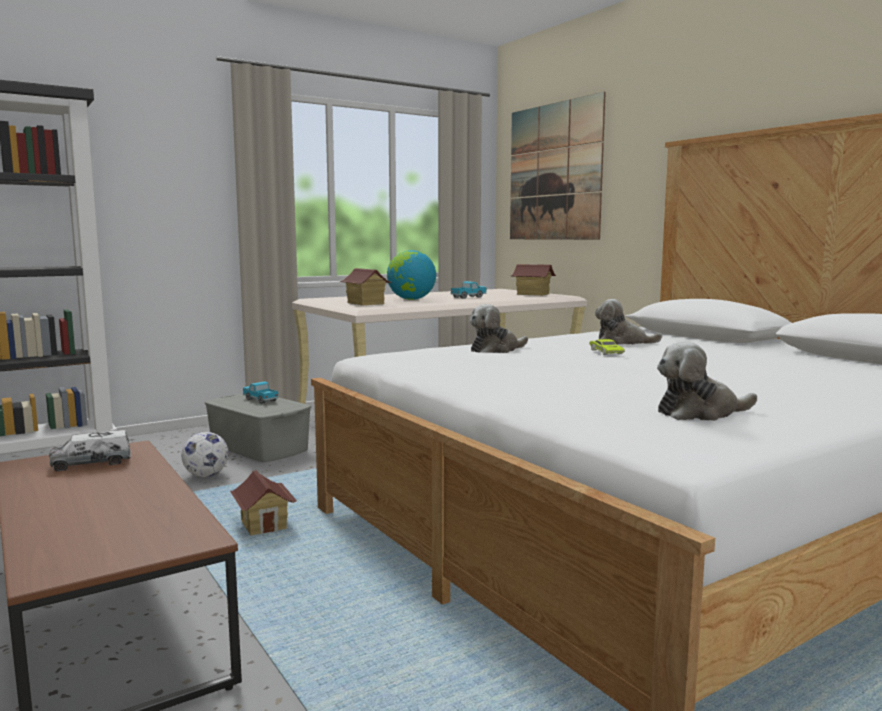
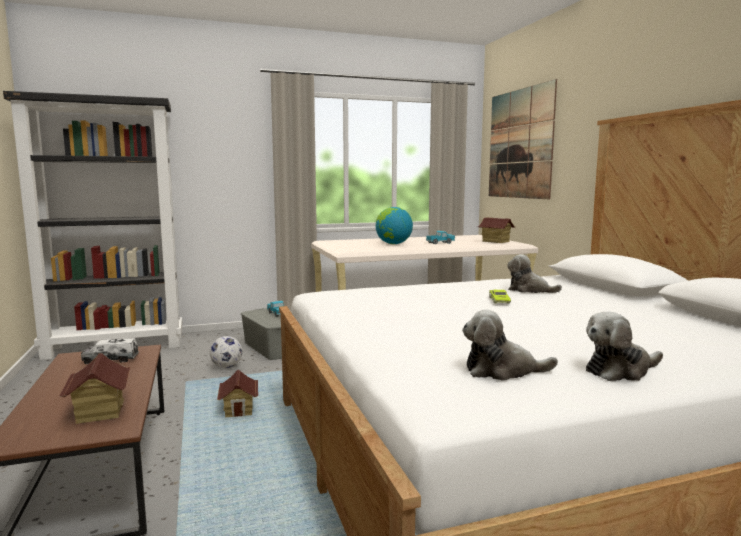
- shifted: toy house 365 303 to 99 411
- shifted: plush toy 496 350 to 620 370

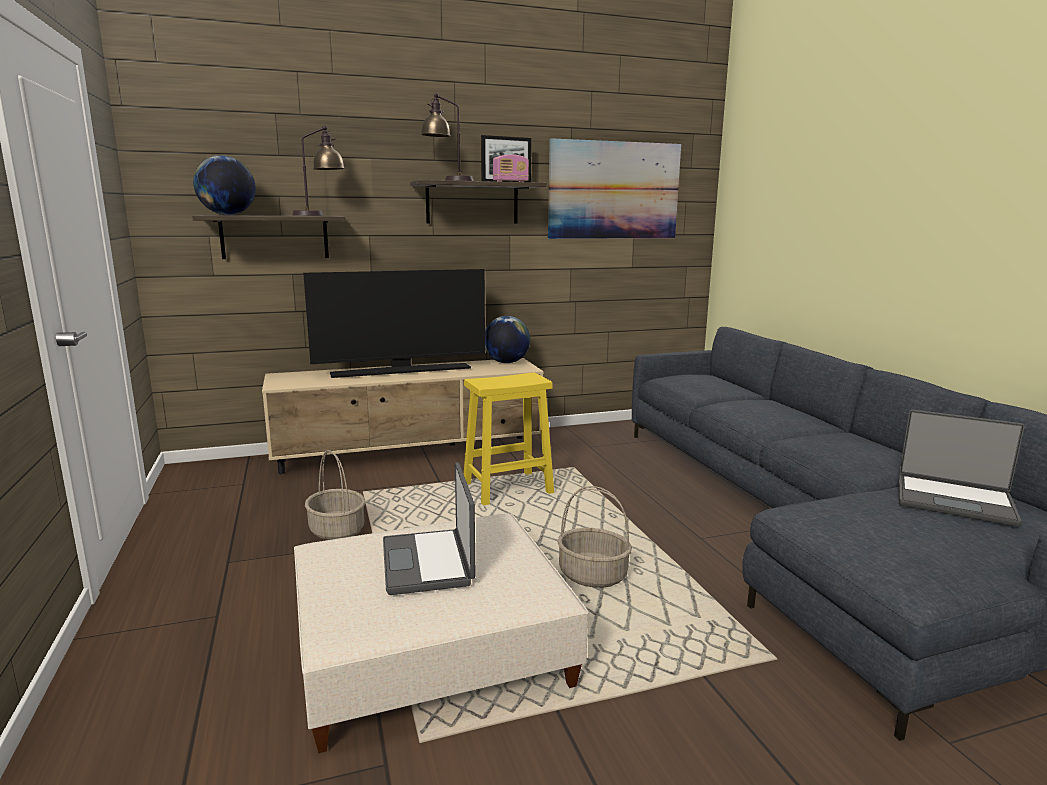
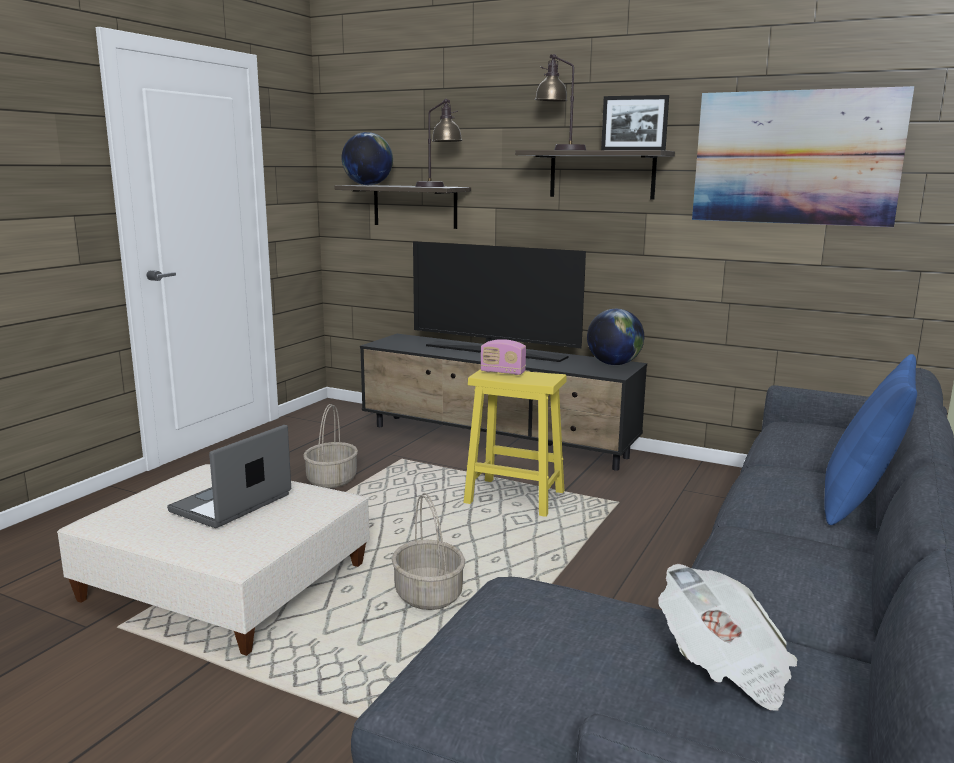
- repainted: tv stand (beige) 411 454 to tv stand (black) 497 442
- shifted: radio 510 181 to 503 372
- swapped: laptop 954 501 to newspaper 725 666
- new: pillow (blue) 859 501

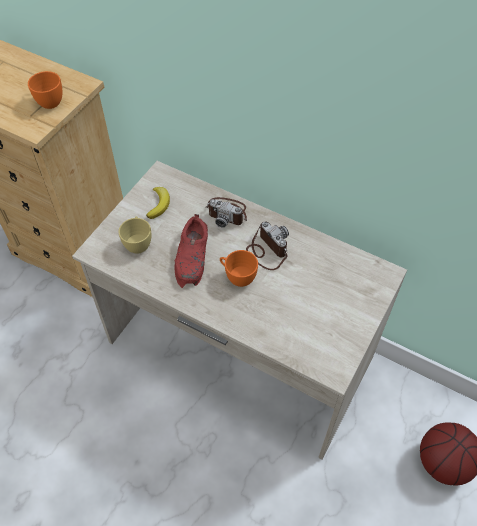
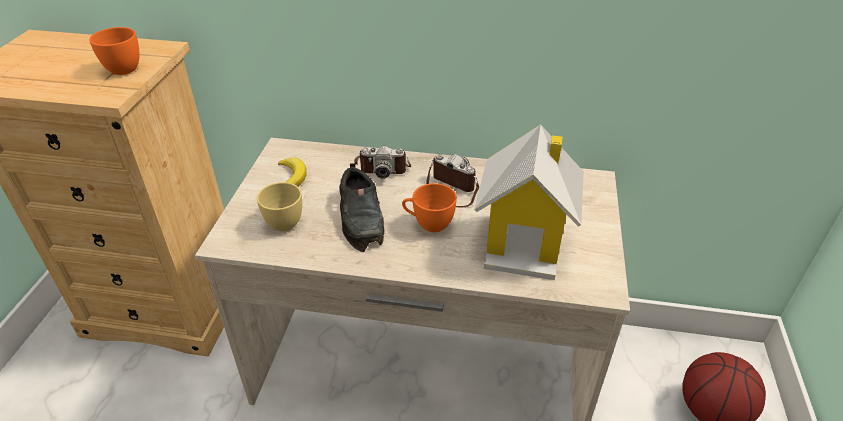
- repainted: shoe (red) 193 257 to shoe (black) 361 217
- new: toy house 524 242

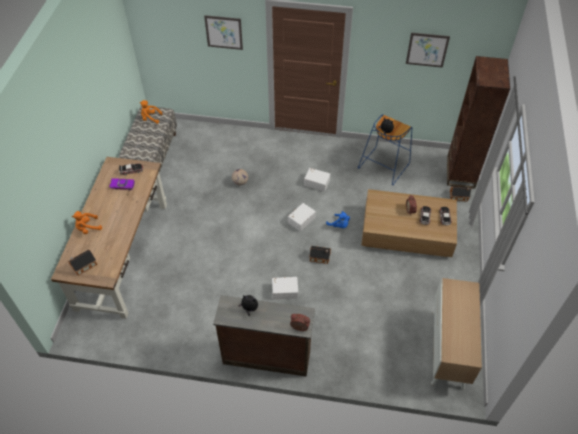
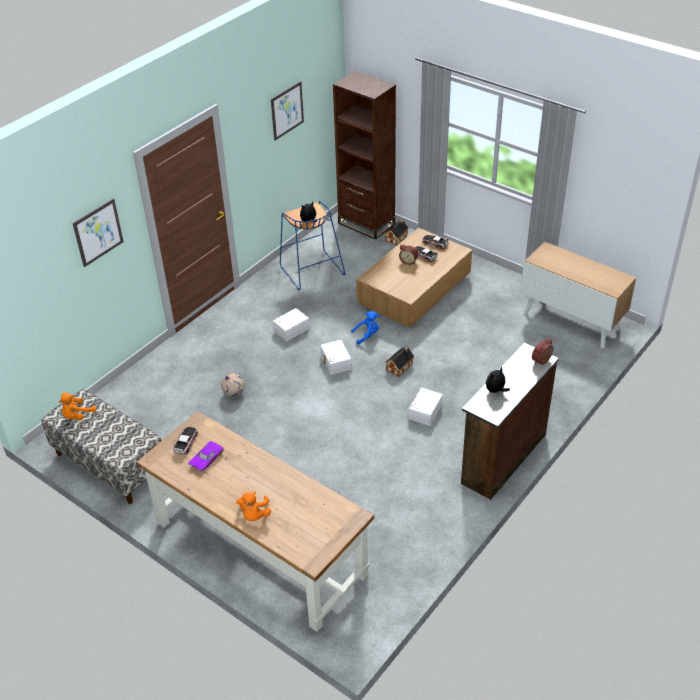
- gone: toy house 83 266

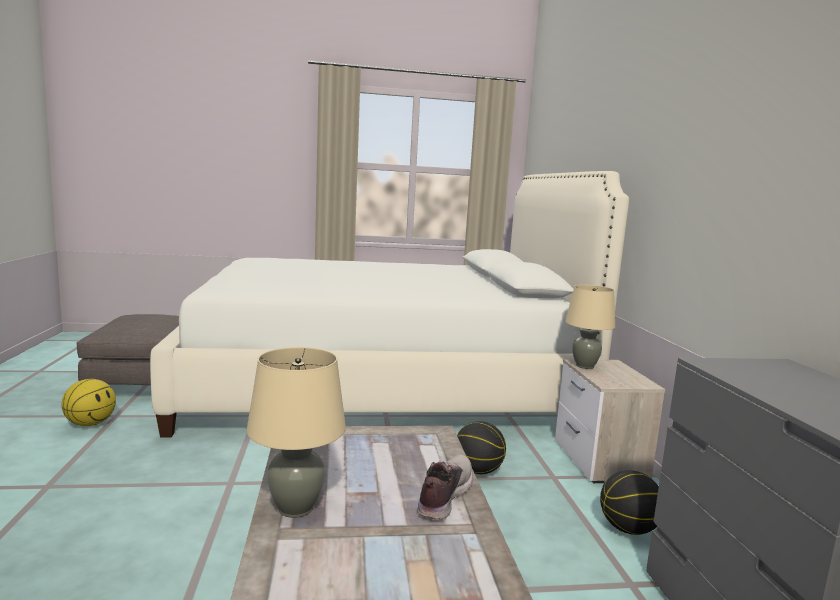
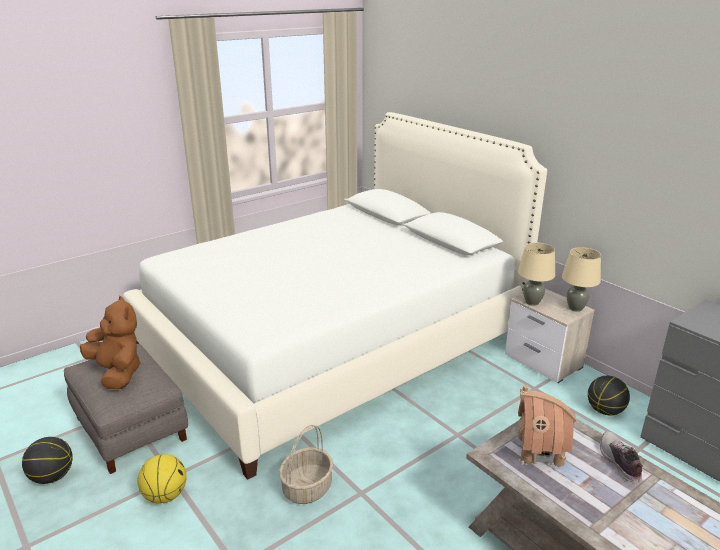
- shifted: basketball 478 470 to 52 476
- new: plush toy (brown) 117 373
- new: basket 307 488
- new: toy house 540 450
- shifted: table lamp (beige) 296 508 to 575 308

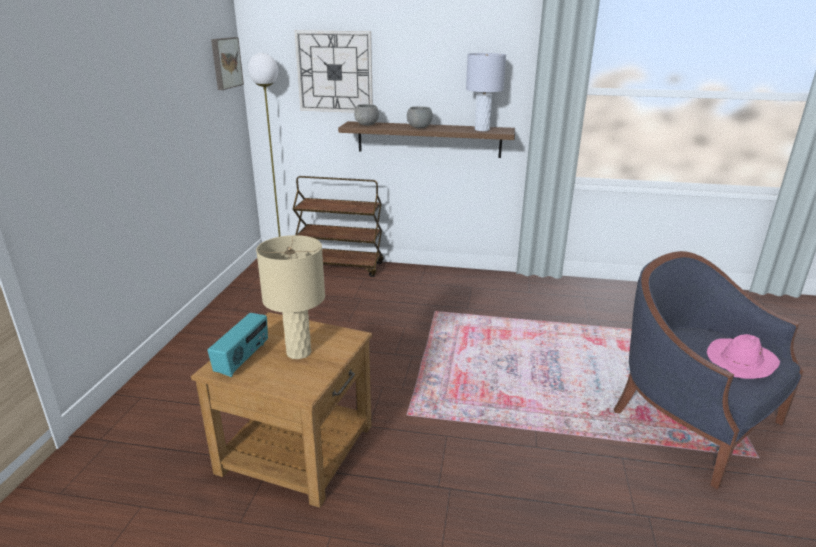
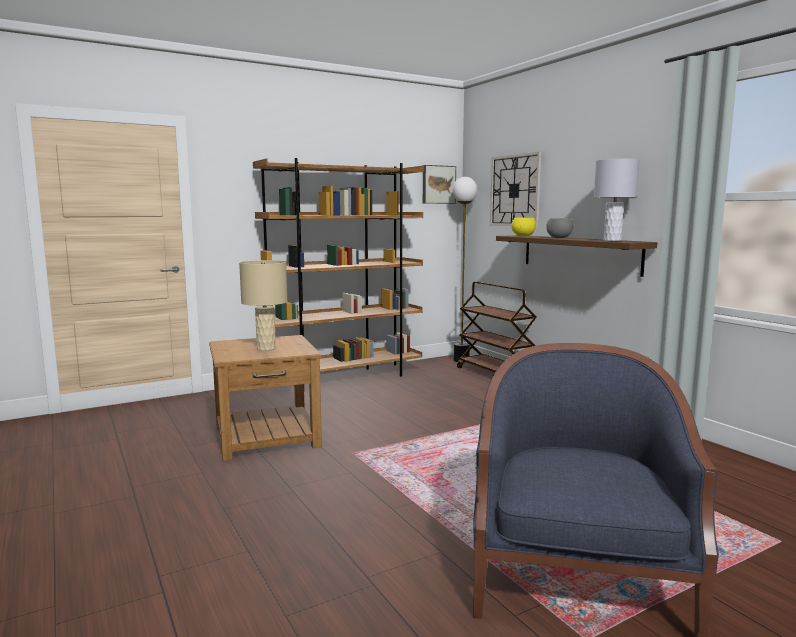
- new: bookcase (brown) 345 378
- repainted: bowl (grey) 367 125 to bowl (yellow) 523 236
- gone: radio 243 359
- gone: hat (pink) 741 361

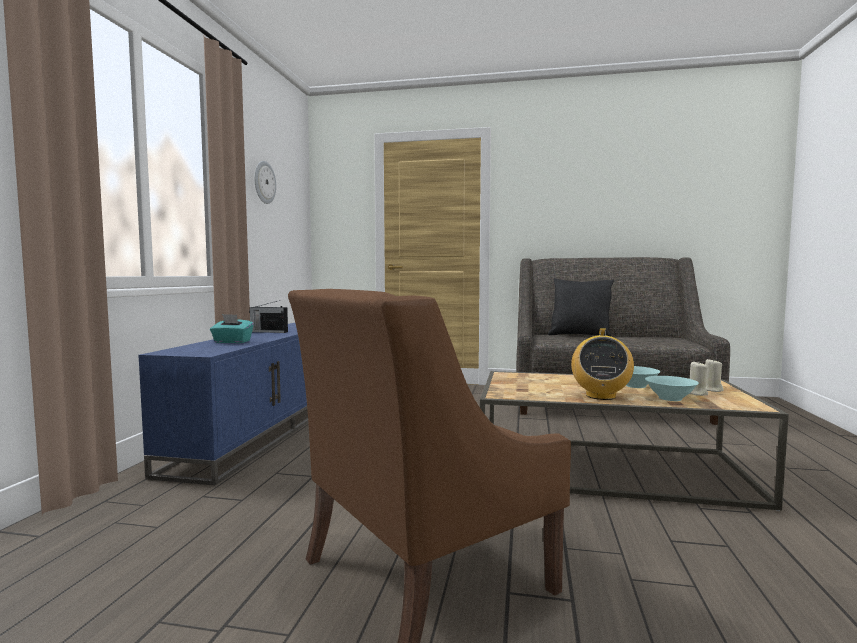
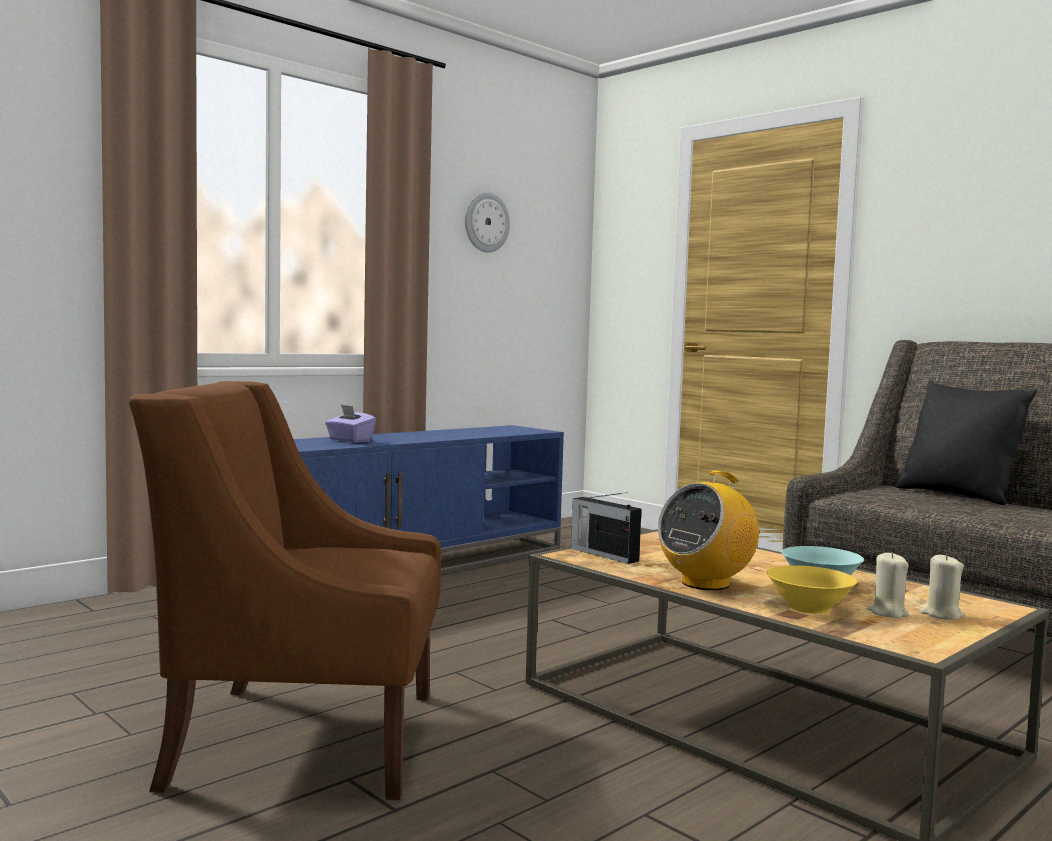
- repainted: tissue box (turquoise) 232 342 to tissue box (purple) 350 440
- shifted: radio 268 332 to 603 554
- repainted: bowl (turquoise) 670 398 to bowl (yellow) 810 608

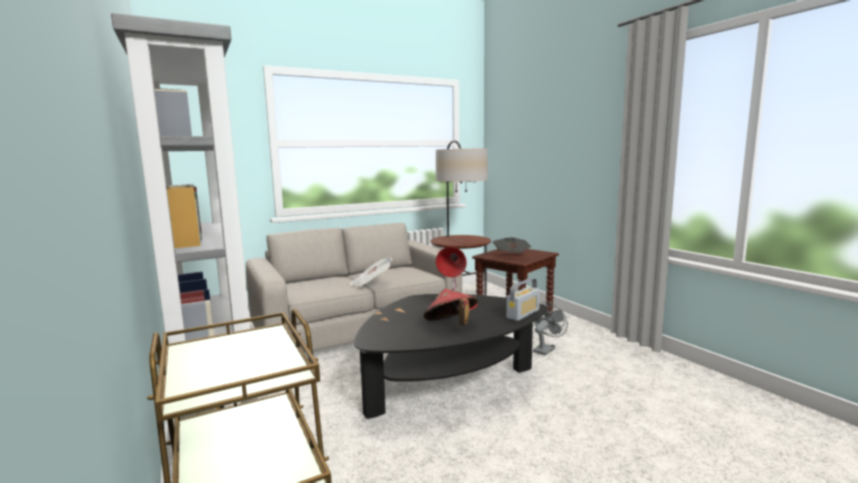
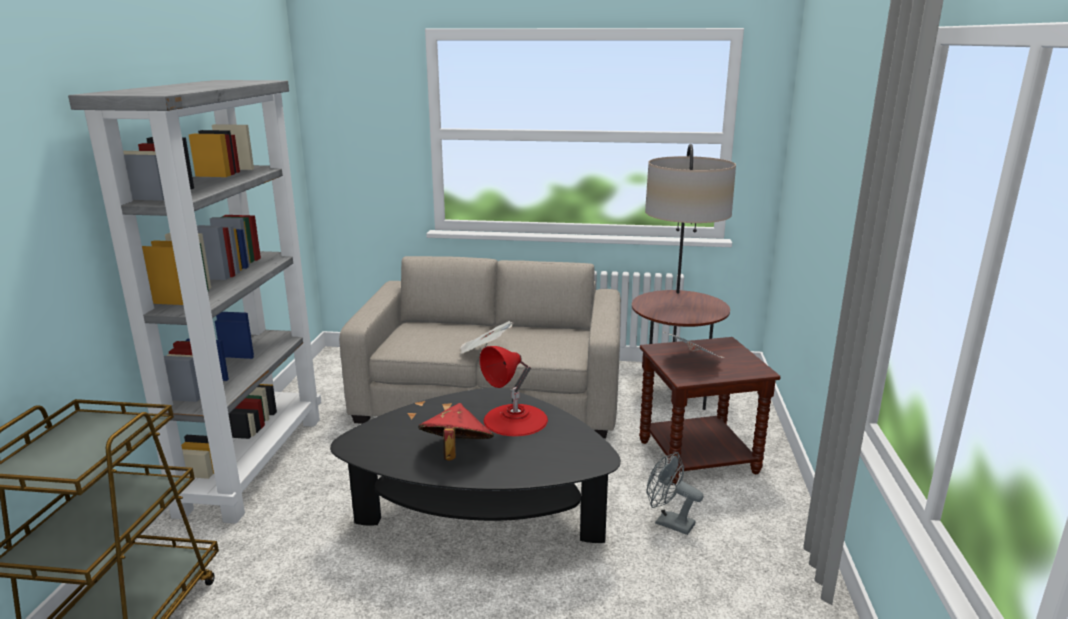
- rotated: fan (grey) 545 349 = 668 522 135 degrees counterclockwise
- gone: radio 523 314

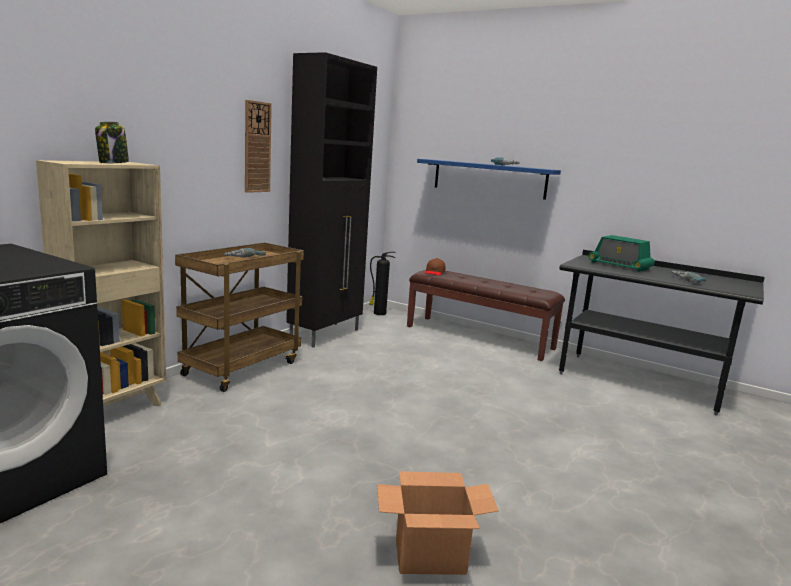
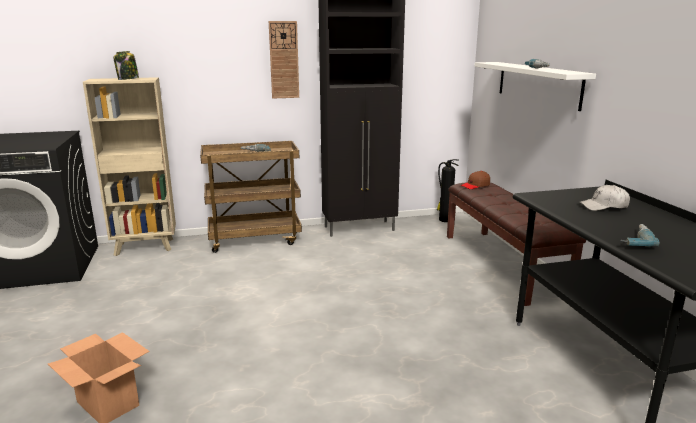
- repainted: shelf (blue) 489 178 to shelf (white) 537 84
- swapped: radio 619 266 to cap (white) 604 206

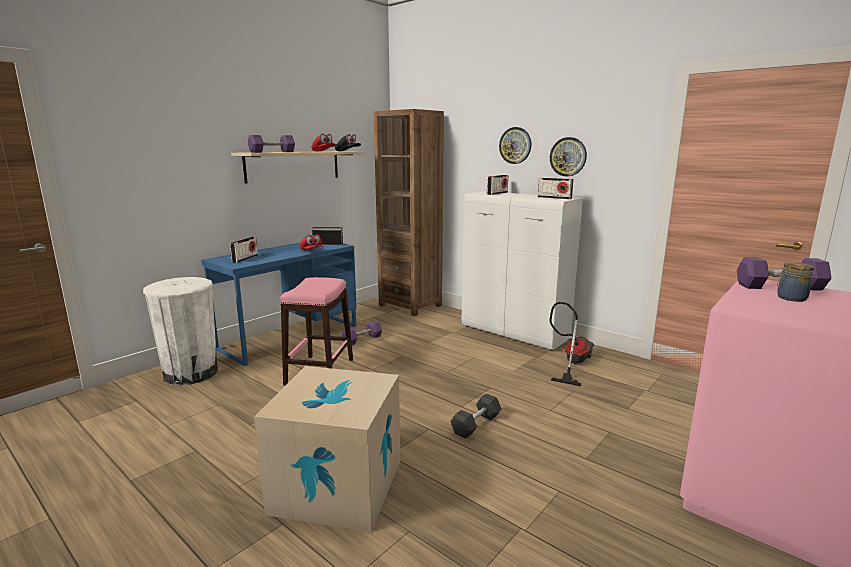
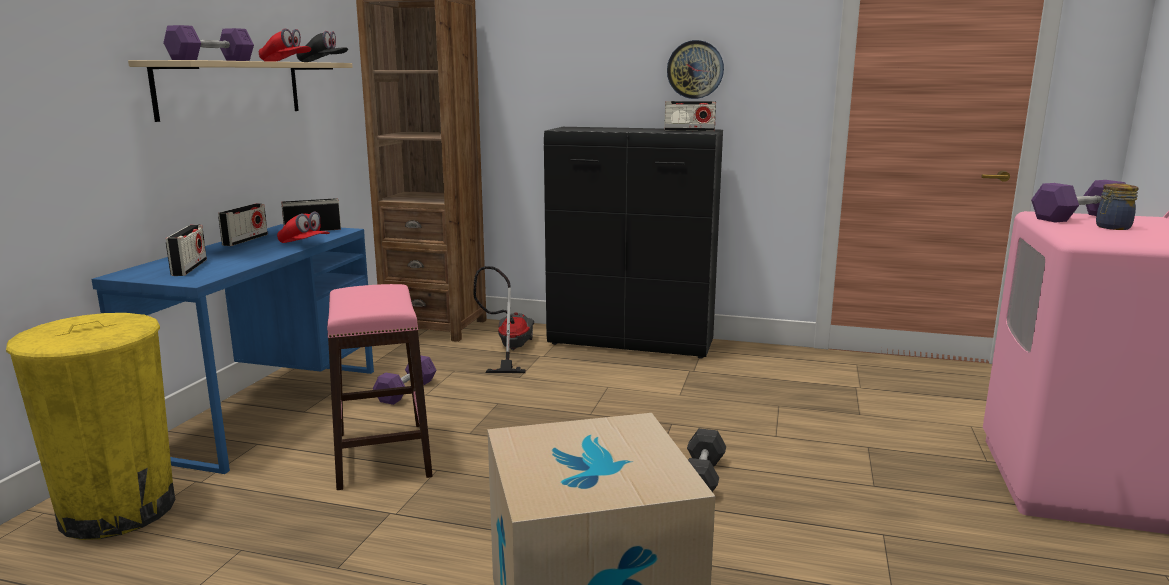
- repainted: trash can (white) 191 373 to trash can (yellow) 118 510
- shifted: radio 497 193 to 245 240
- shifted: vacuum cleaner 571 363 to 509 349
- repainted: cabinet (white) 514 333 to cabinet (black) 632 343
- gone: wall clock 515 145

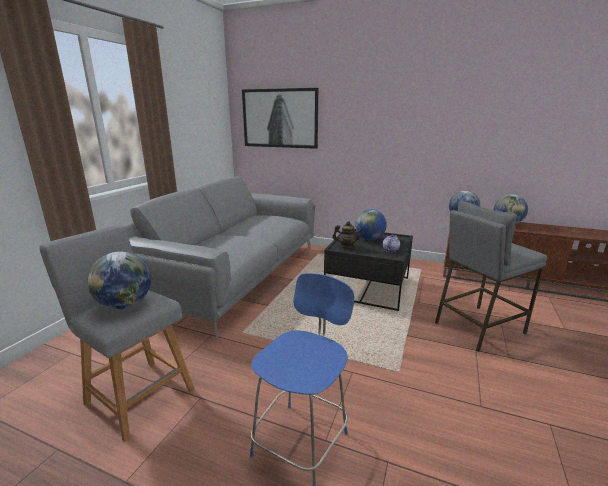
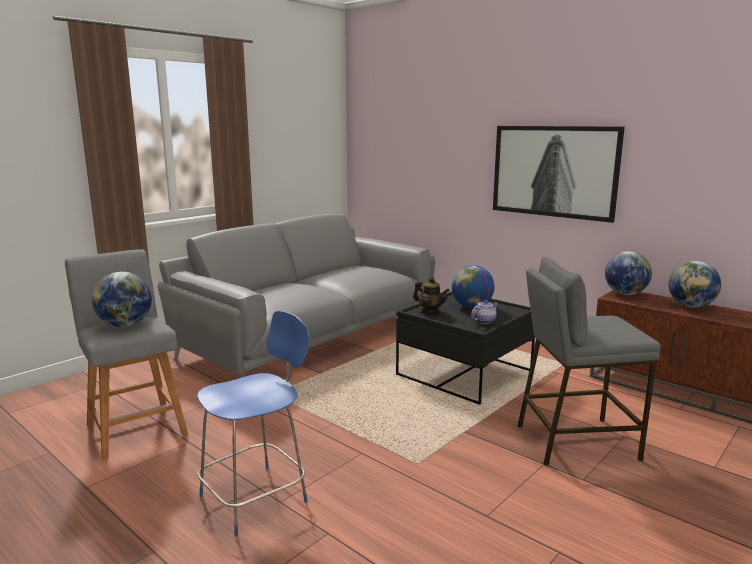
- shifted: picture 280 118 to 554 171

